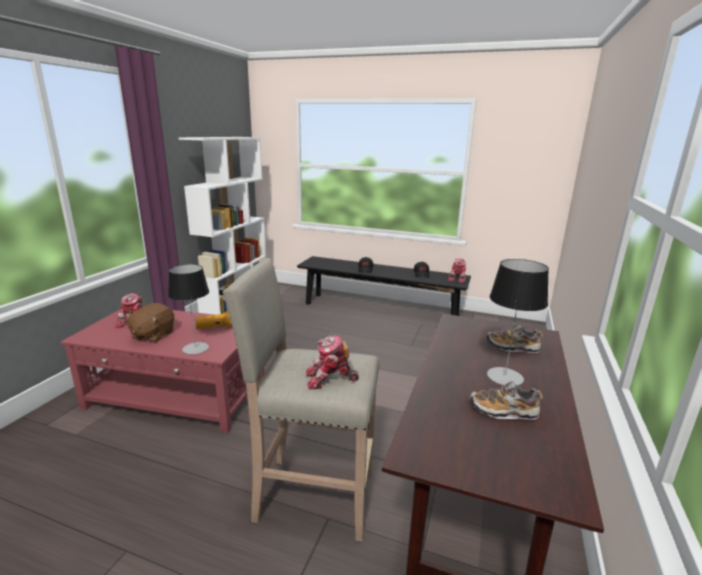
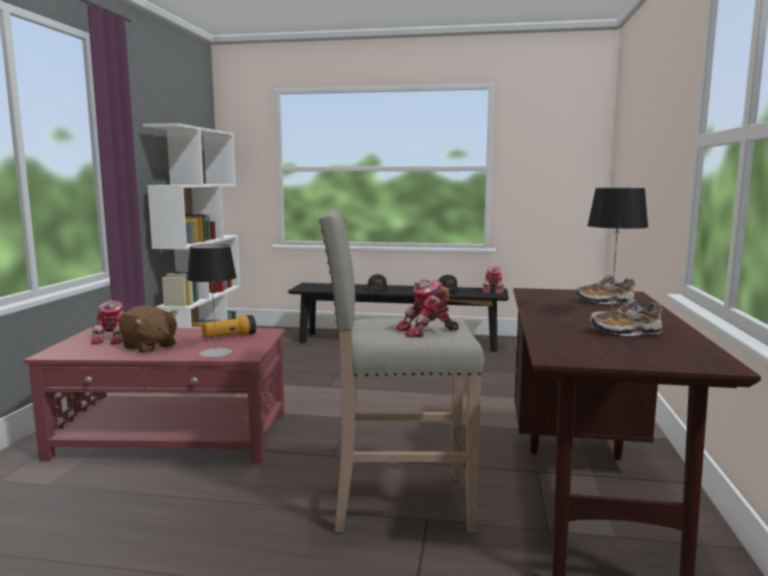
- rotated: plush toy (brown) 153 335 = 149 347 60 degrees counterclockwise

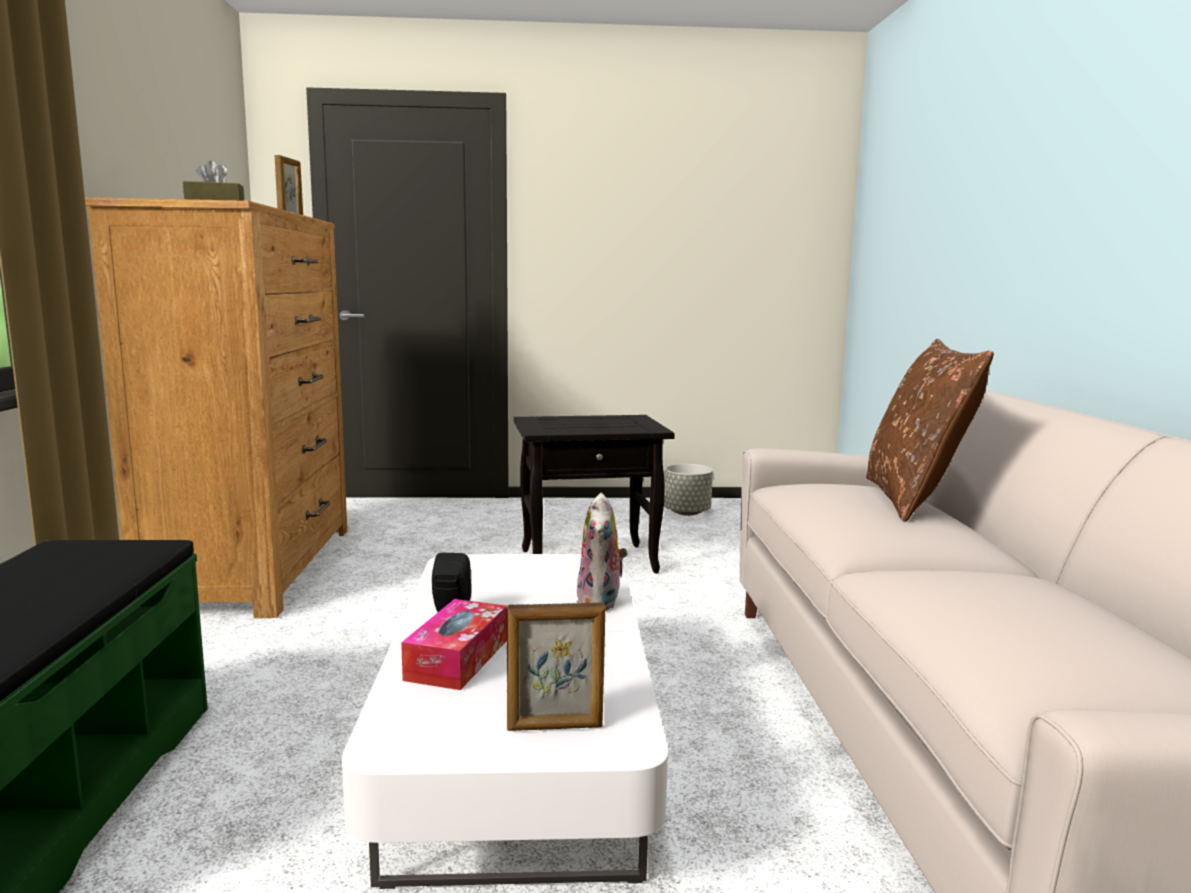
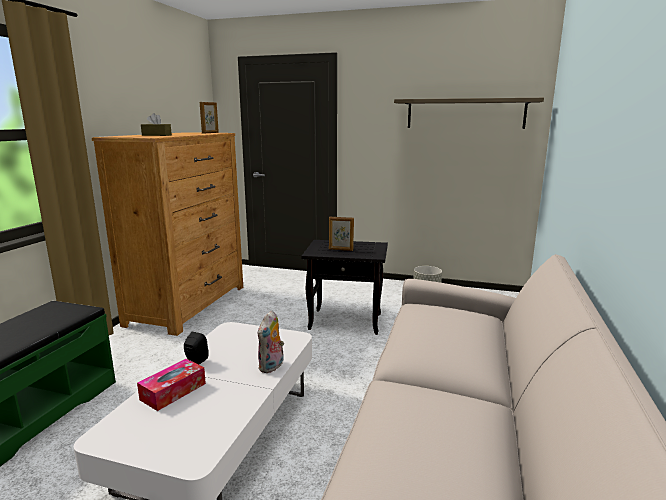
- shifted: picture frame 555 727 to 341 250
- new: shelf 465 114
- gone: pillow (brown) 914 500

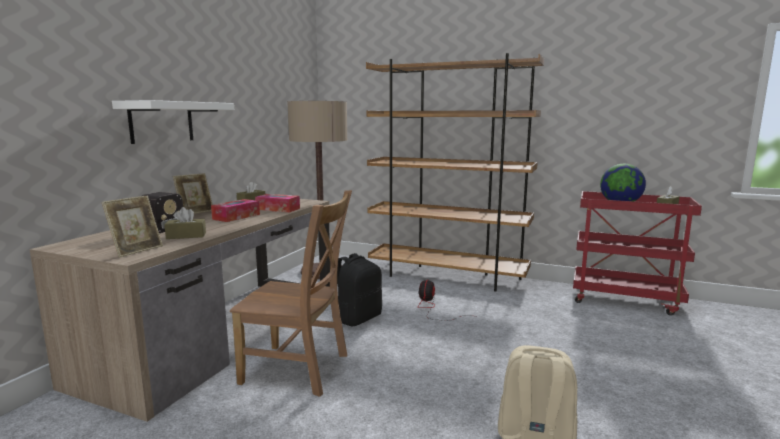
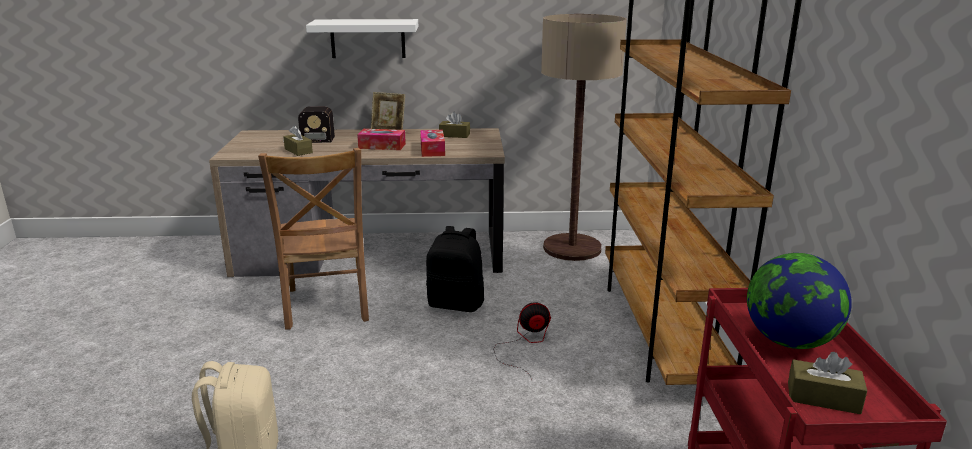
- gone: picture frame 136 250

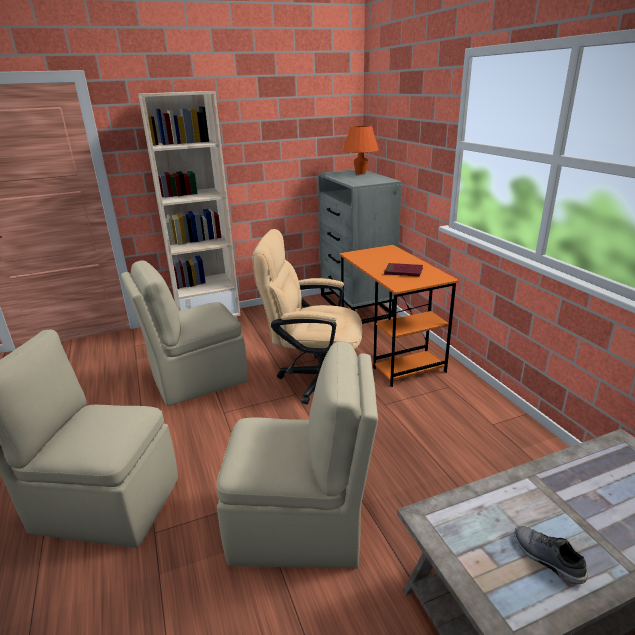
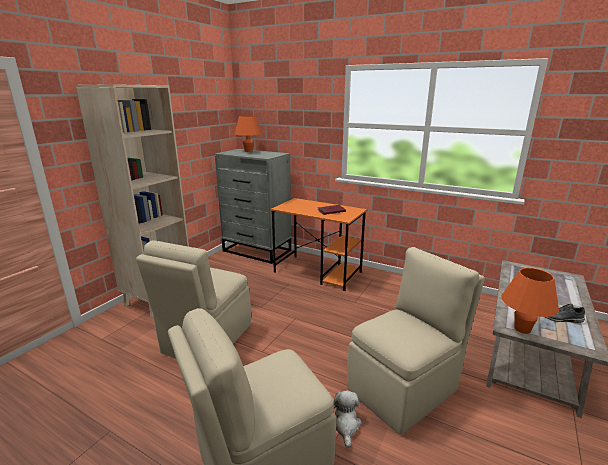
- new: plush toy 346 425
- new: table lamp (orange) 522 329
- gone: office chair (beige) 315 379

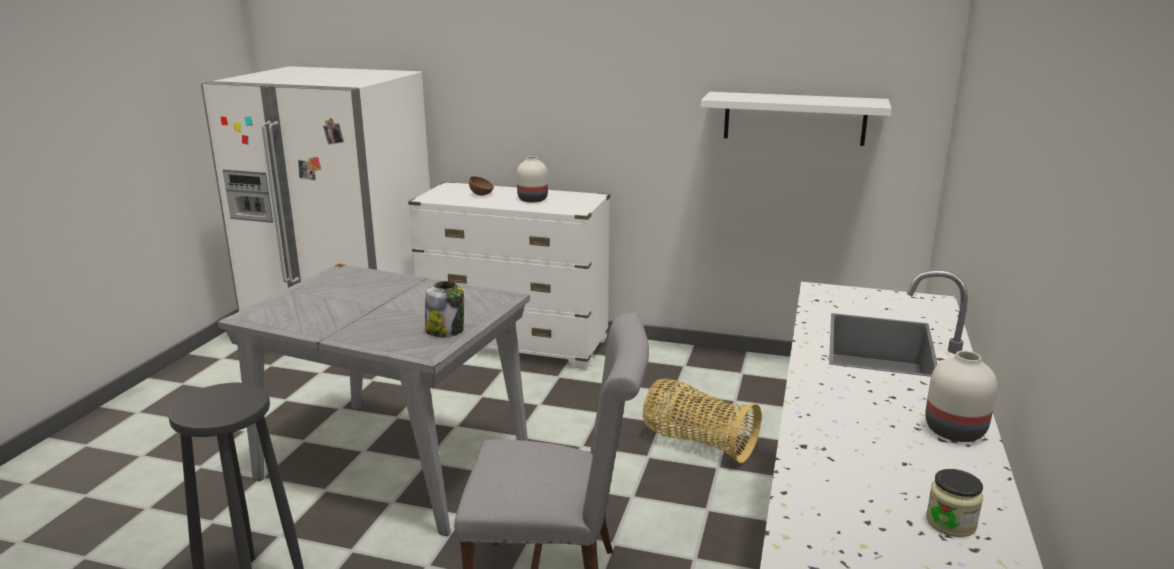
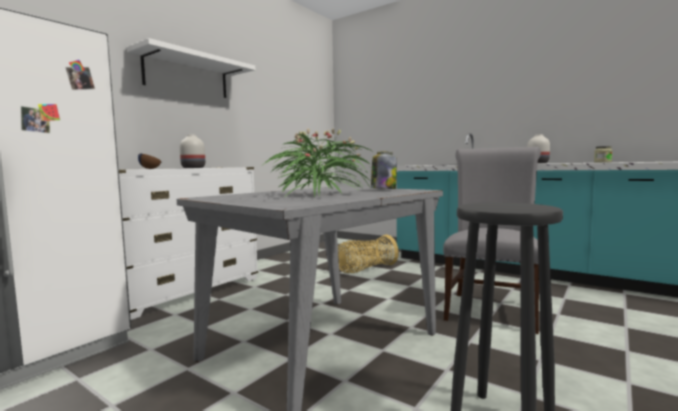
- shifted: shelf (white) 794 118 to 187 76
- new: potted plant 319 194

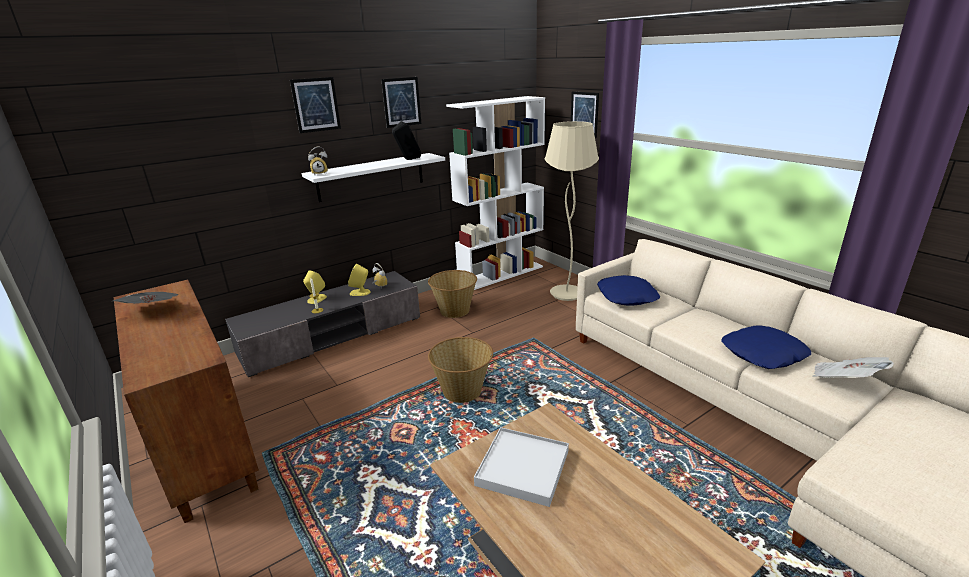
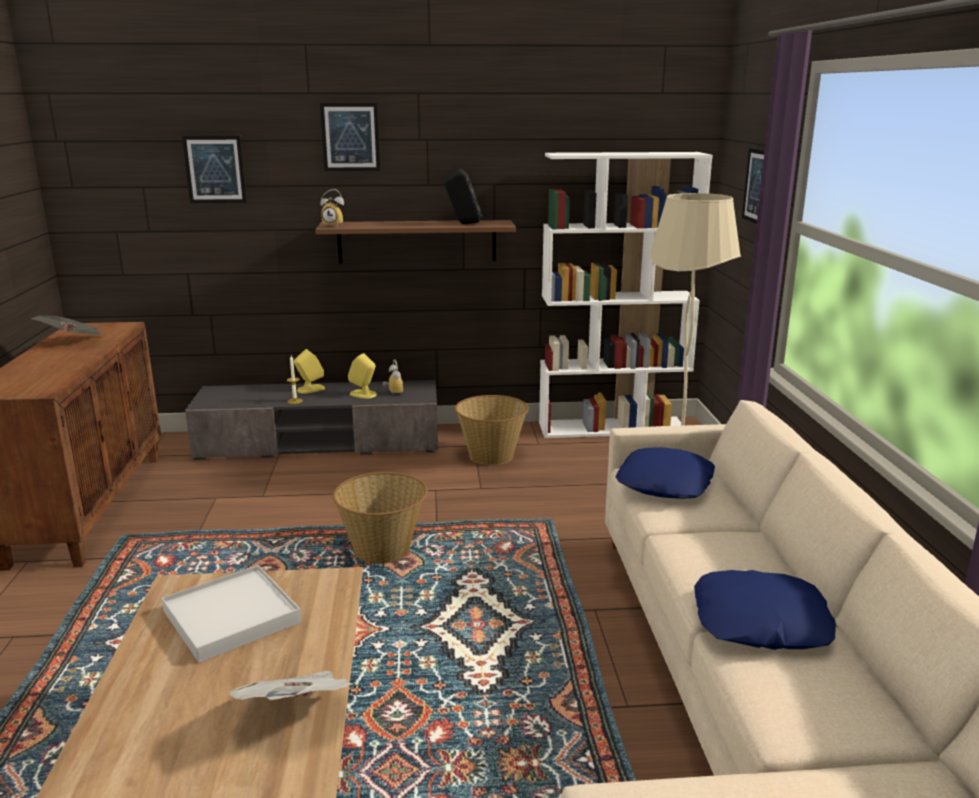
- shifted: picture 401 102 to 215 169
- shifted: newspaper 844 381 to 298 711
- repainted: shelf (white) 371 177 to shelf (brown) 417 241

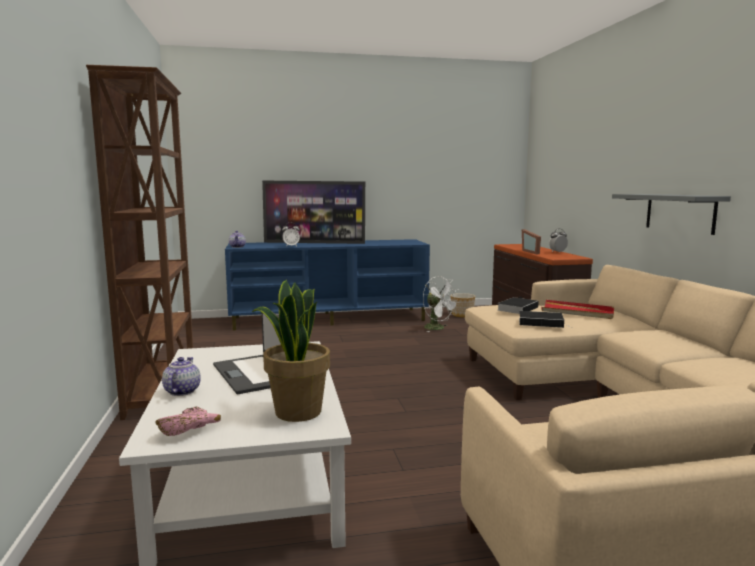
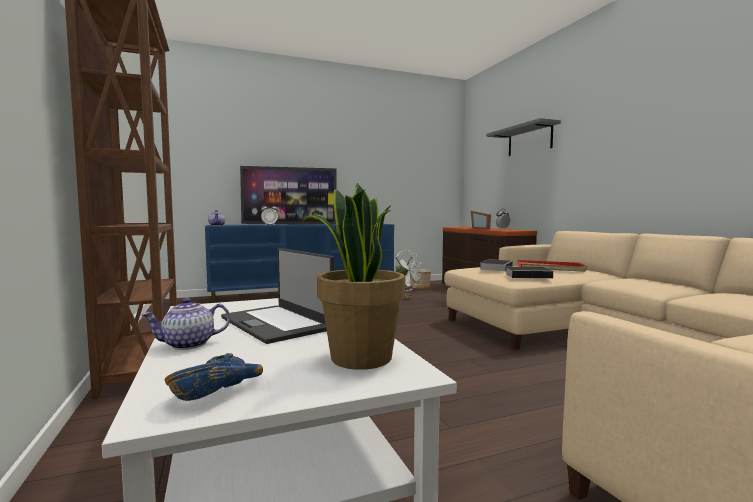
- rotated: teapot 181 391 = 188 345 105 degrees counterclockwise
- repainted: bowl (pink) 189 432 to bowl (blue) 217 393
- shifted: shelf (grey) 679 212 to 529 140

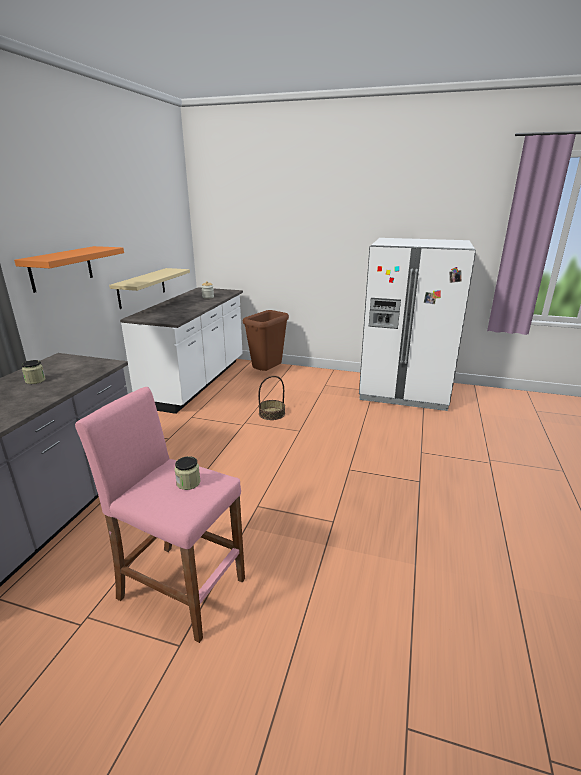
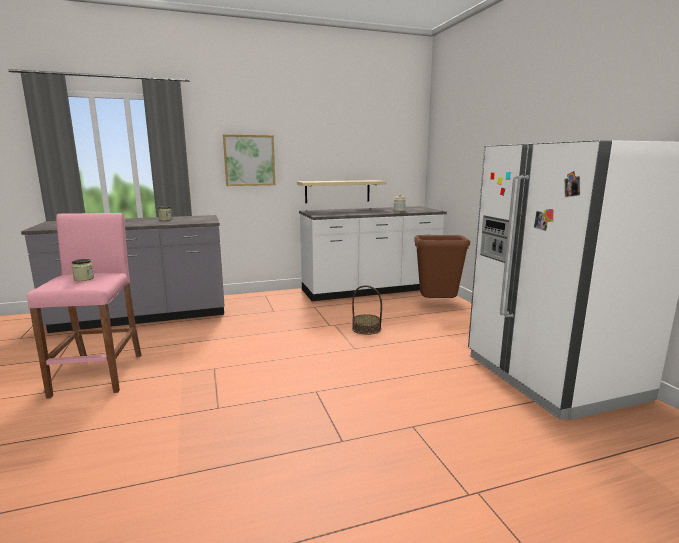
- swapped: shelf (orange) 61 268 to picture 249 160

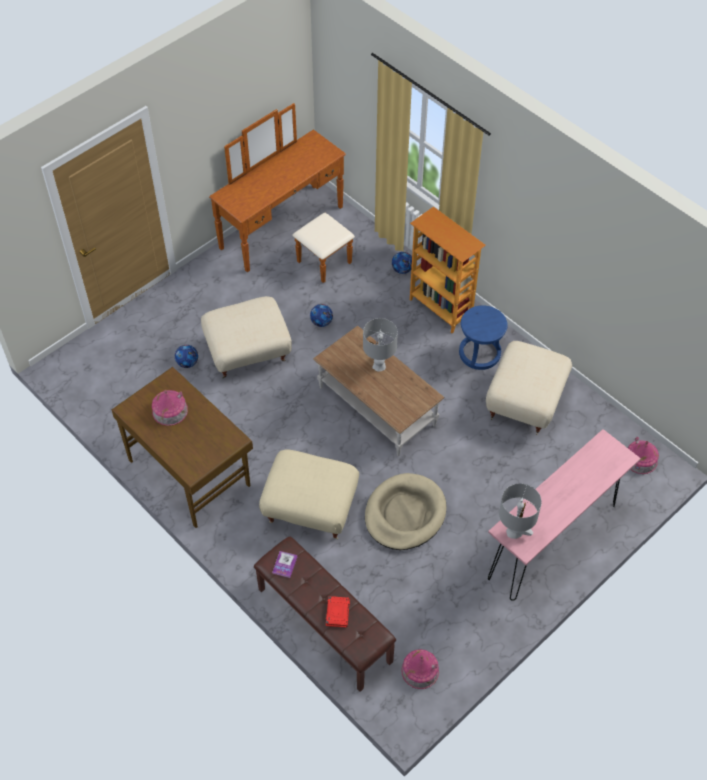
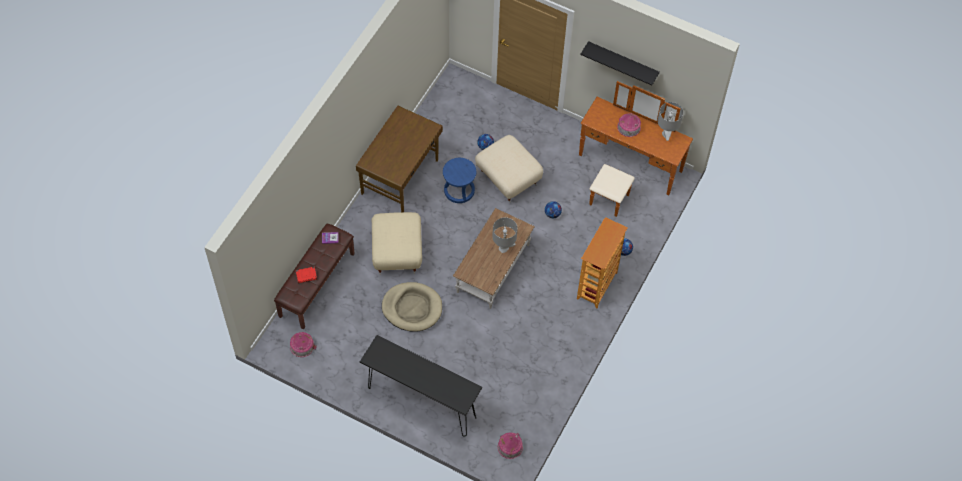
- repainted: console table (pink) 552 541 to console table (black) 421 402
- shifted: stool (blue) 480 353 to 459 190
- new: shelf (black) 622 62
- shifted: toy house 170 410 to 629 127
- shifted: table lamp (grey) 514 532 to 666 134
- gone: ottoman (beige) 525 402

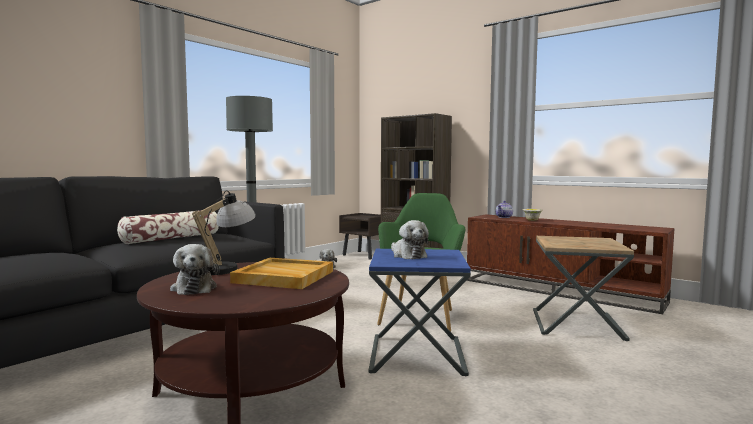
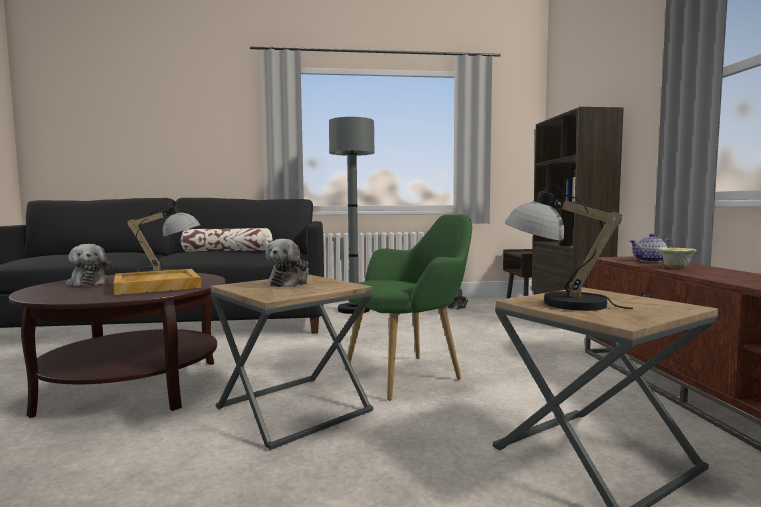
- rotated: plush toy 194 288 = 88 282 60 degrees counterclockwise
- repainted: side table (blue) 416 355 to side table (brown) 293 409
- new: table lamp 556 302

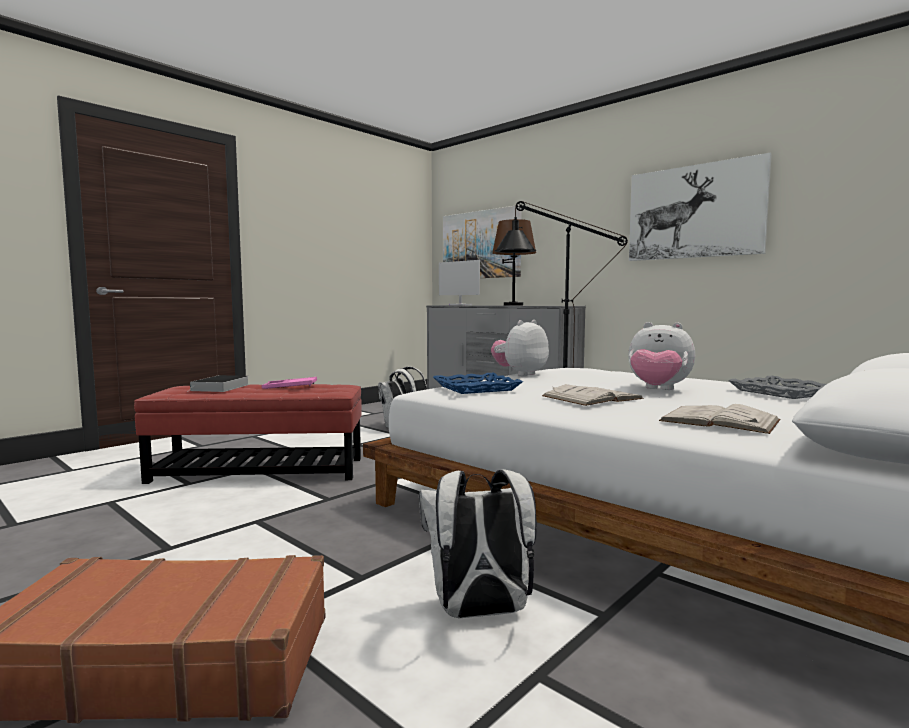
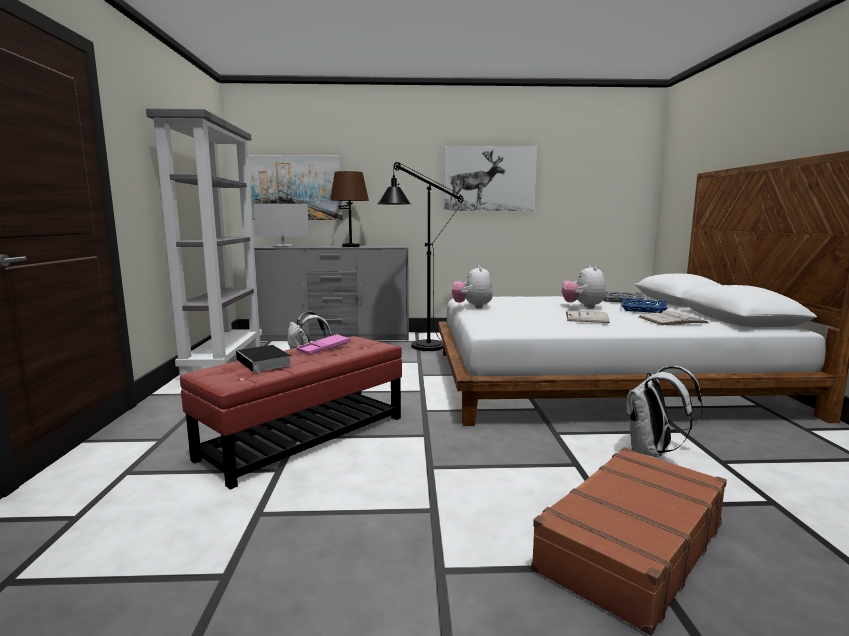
- new: bookcase (grey) 224 360
- rotated: plush toy 658 390 = 583 307 105 degrees clockwise
- shifted: tray (blue) 476 388 to 643 309

